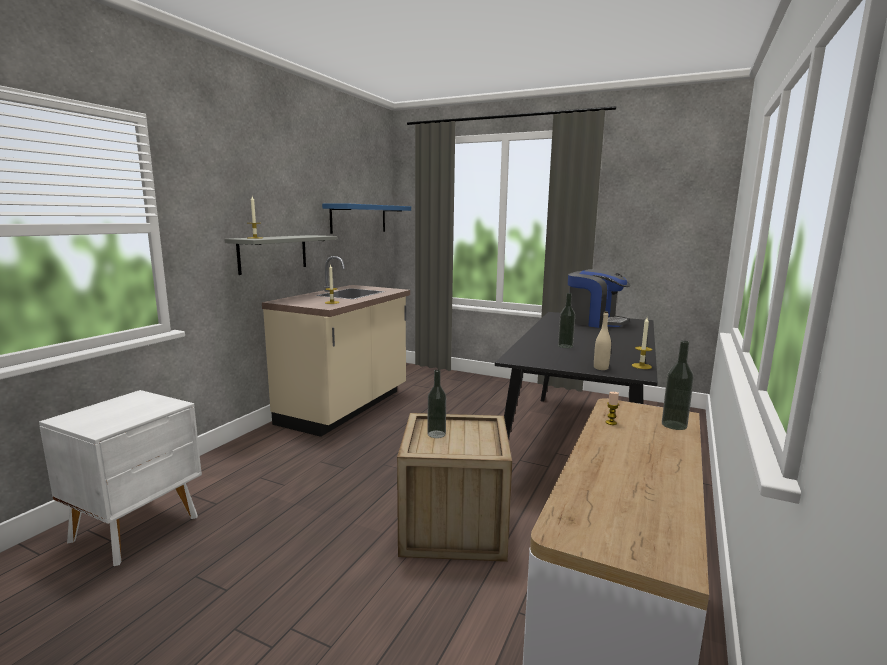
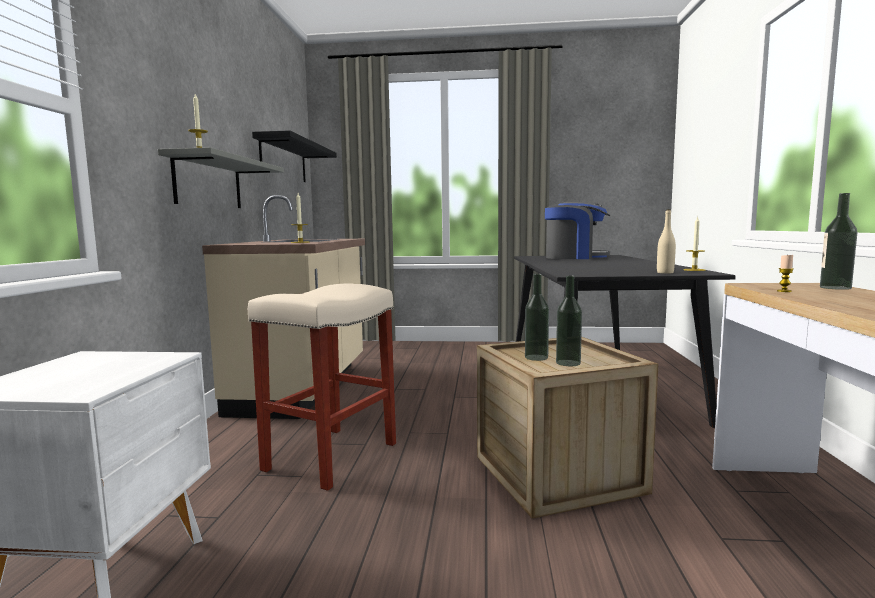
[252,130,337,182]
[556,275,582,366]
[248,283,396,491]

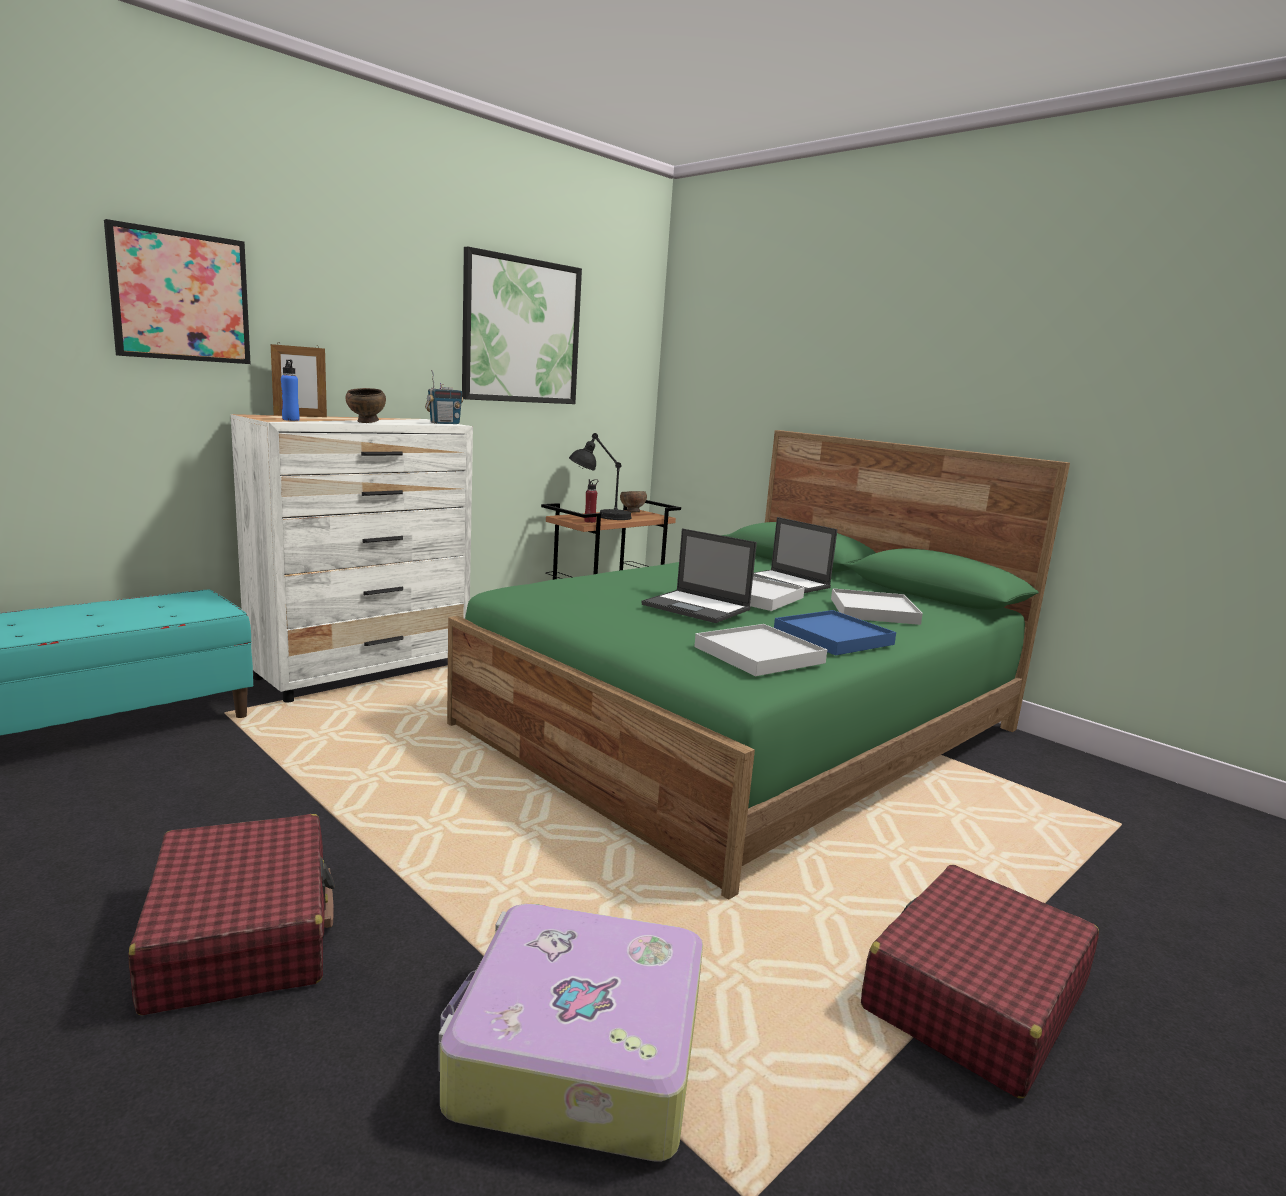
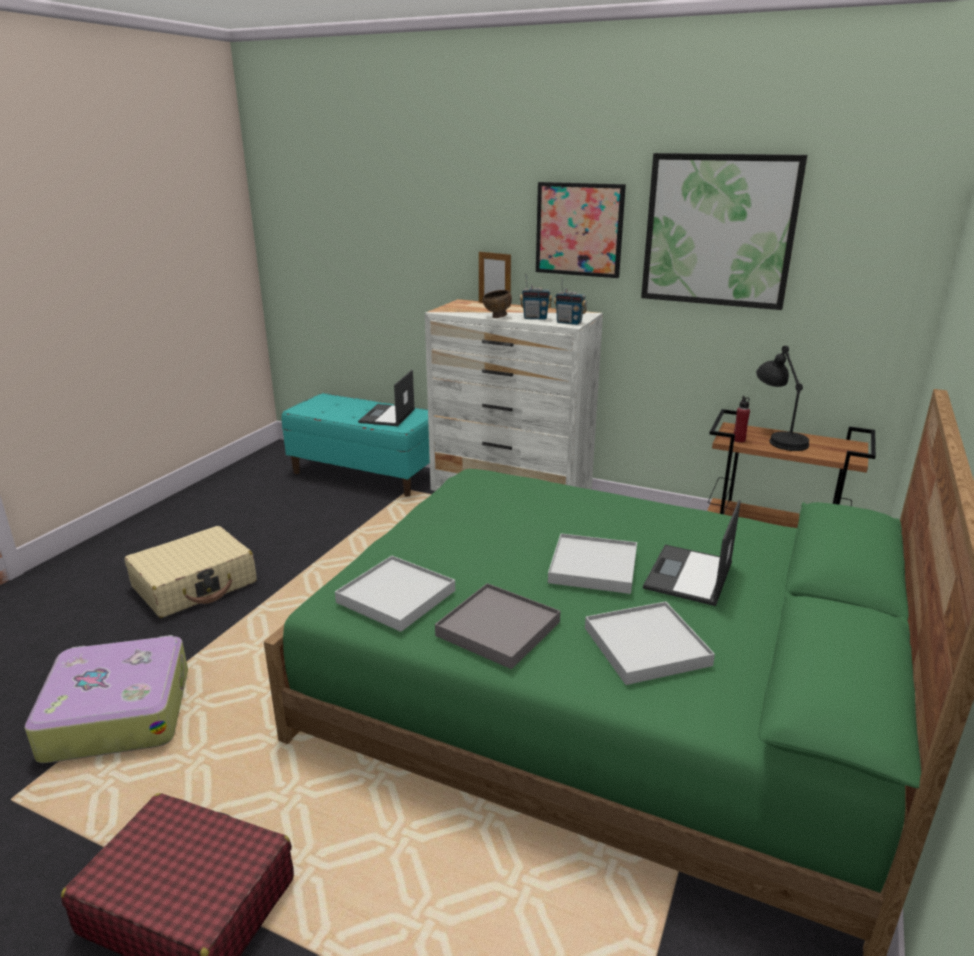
[536,182,626,278]
[281,360,299,421] (first image)
[620,491,647,512] (first image)
[358,370,415,426]
[435,583,560,669]
[124,526,257,618]
[520,273,552,319]

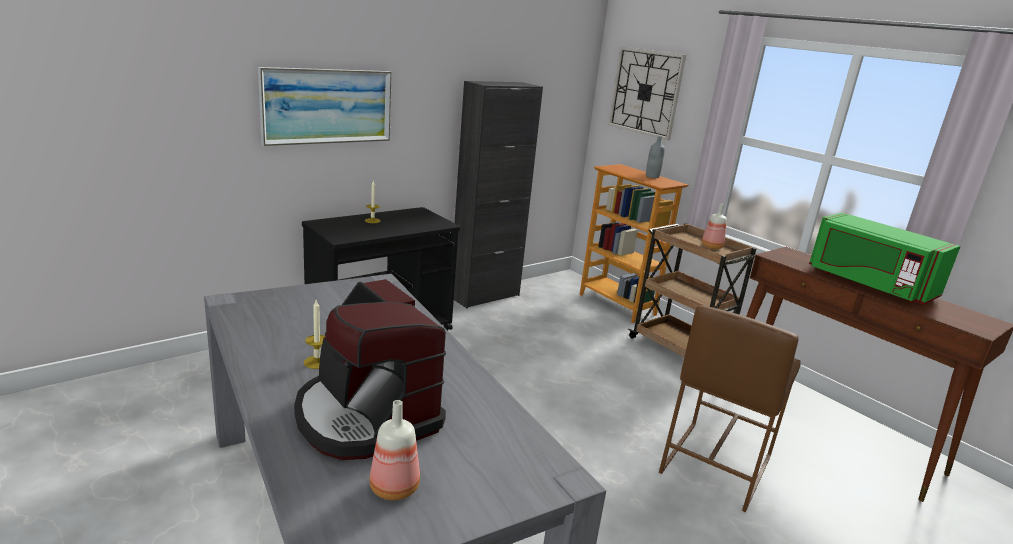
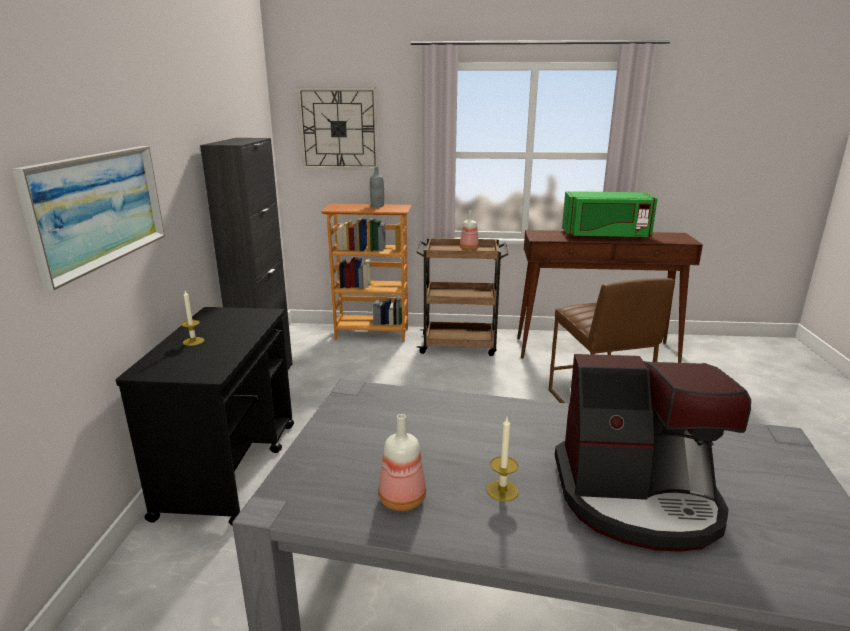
[378,414,426,511]

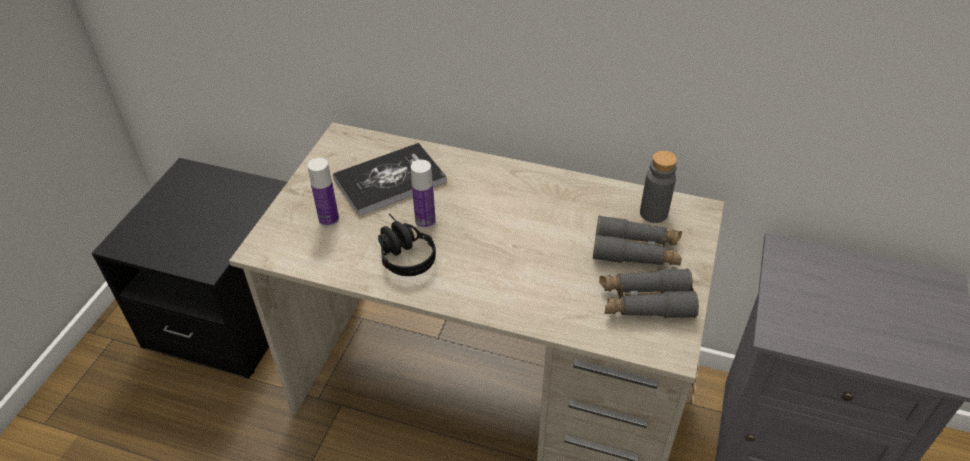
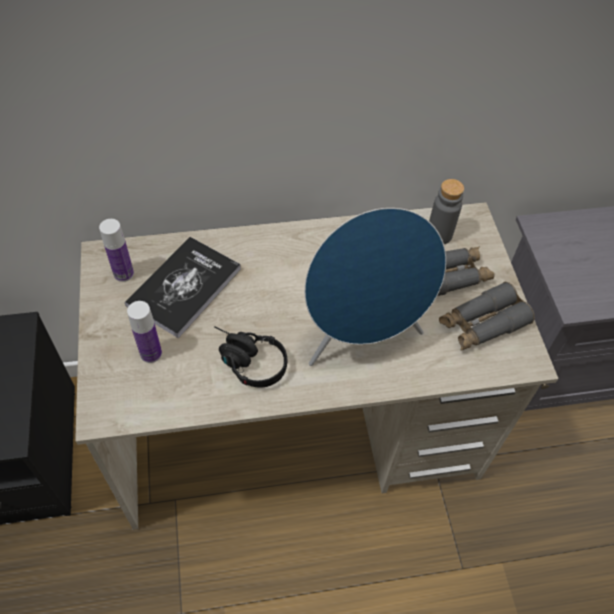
[99,219,134,282]
[304,208,446,366]

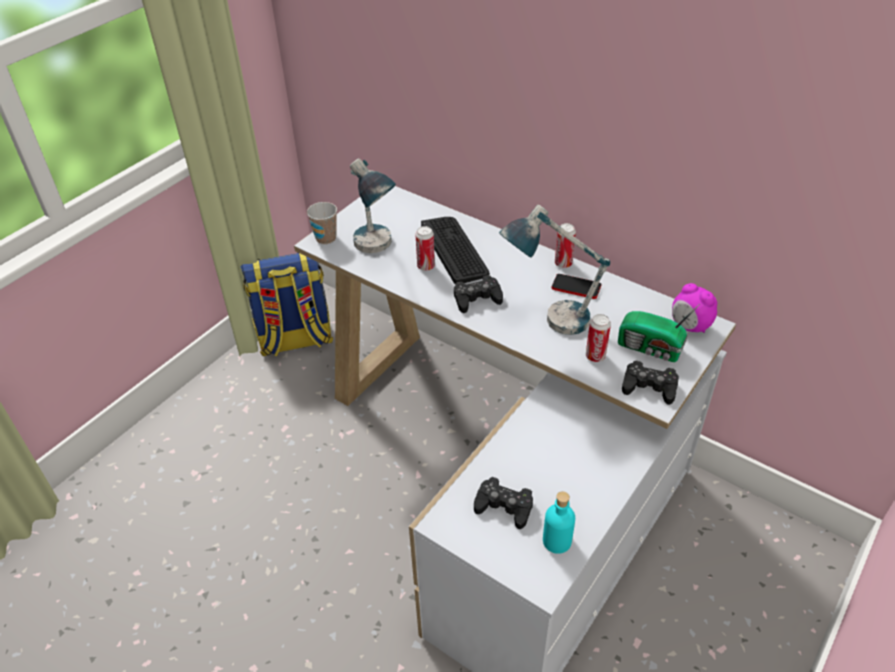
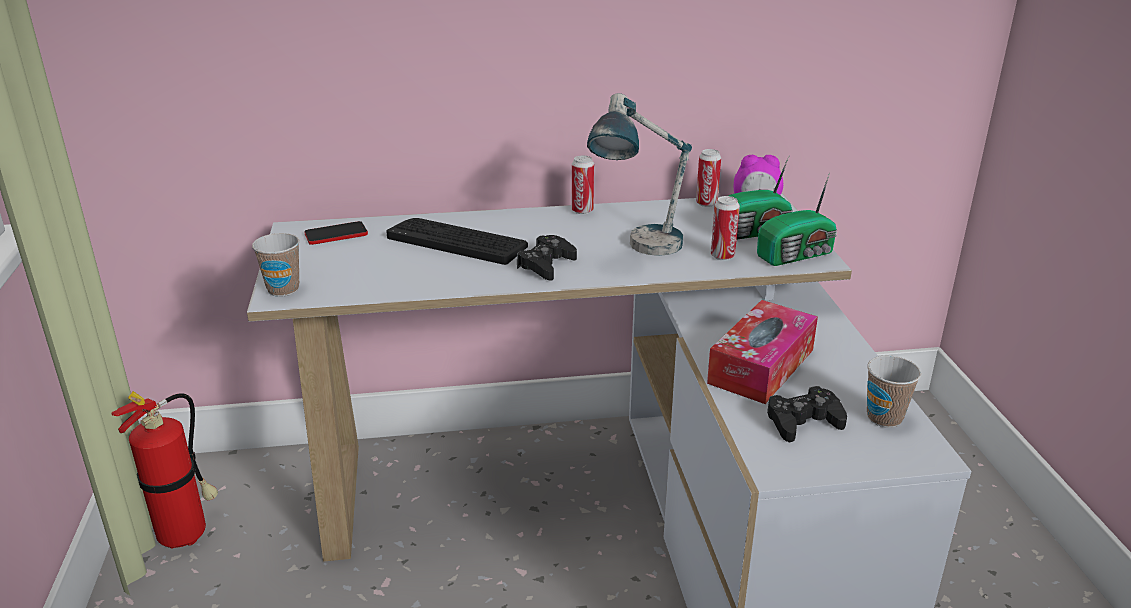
[350,159,396,253] (first image)
[696,149,721,207]
[111,391,218,549]
[304,221,368,245]
[757,173,837,266]
[867,356,921,428]
[707,300,818,404]

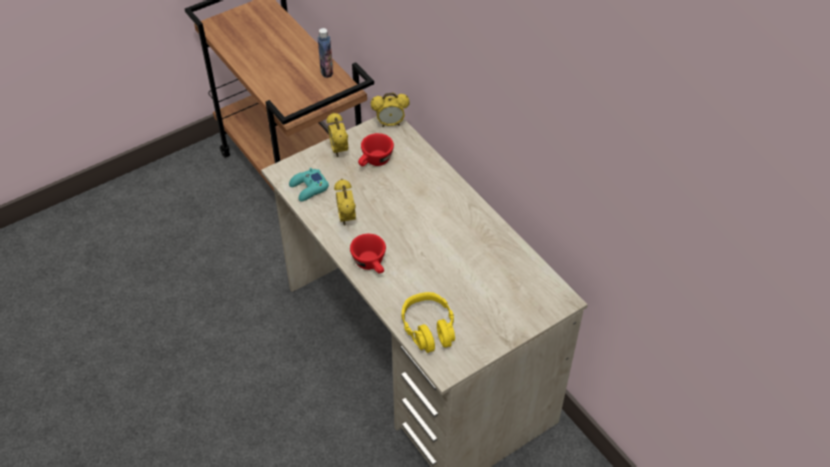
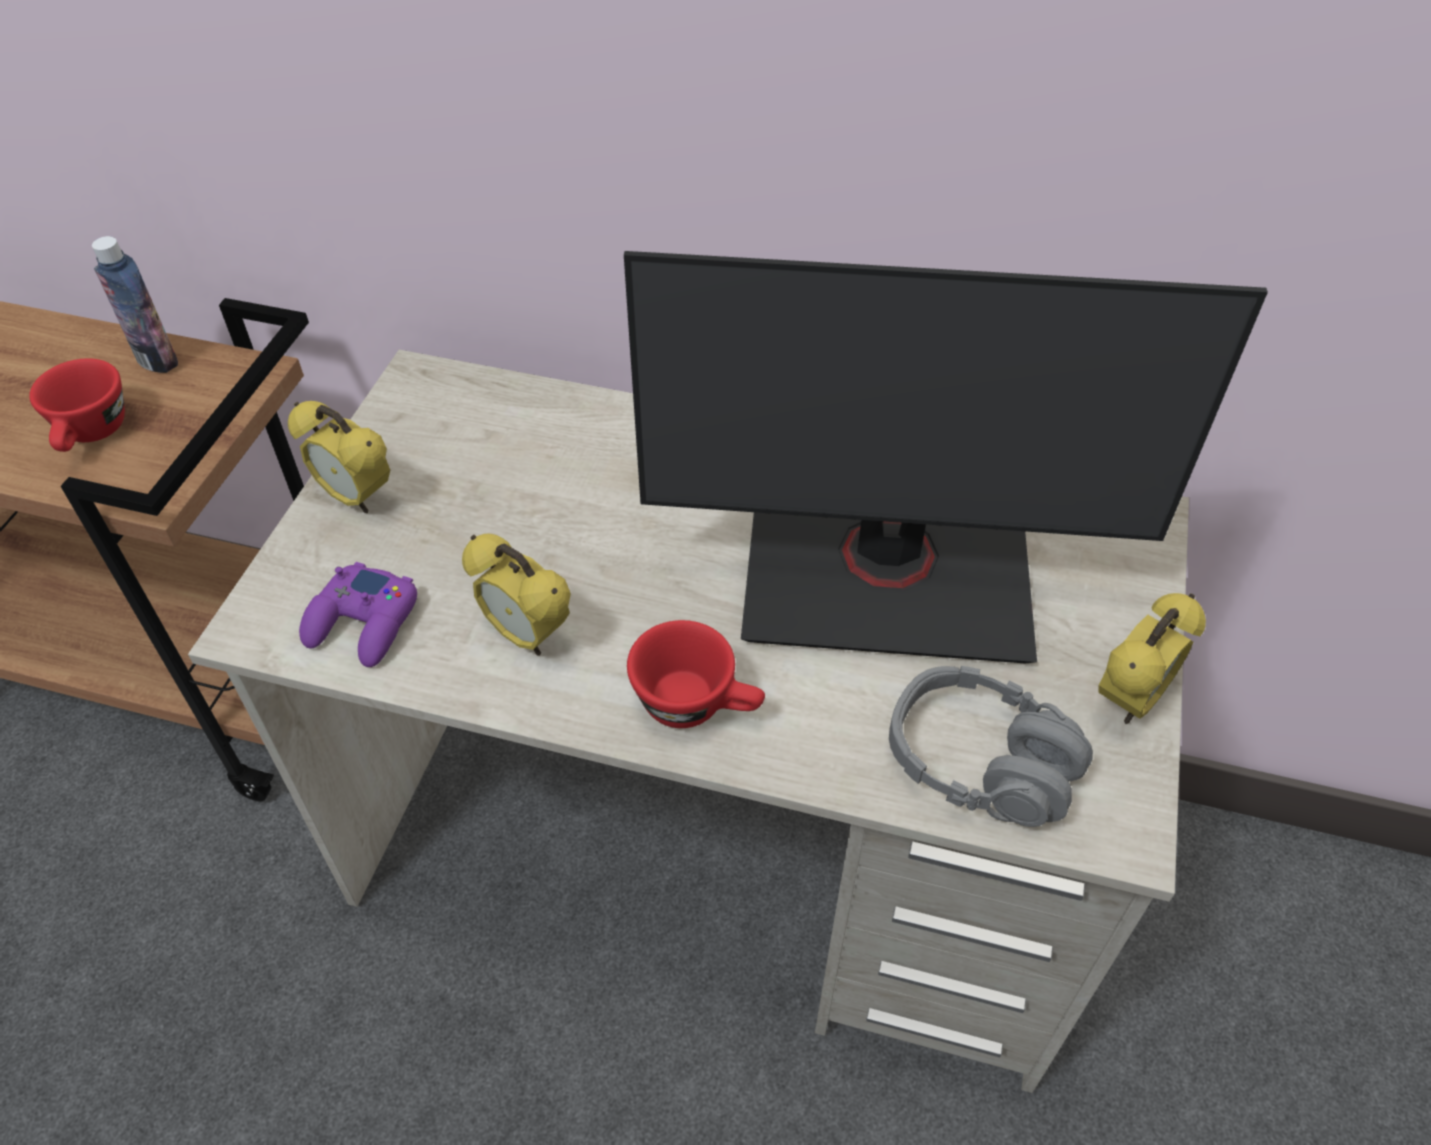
[1099,593,1206,724]
[29,358,125,452]
[299,562,417,667]
[889,666,1093,827]
[624,251,1268,663]

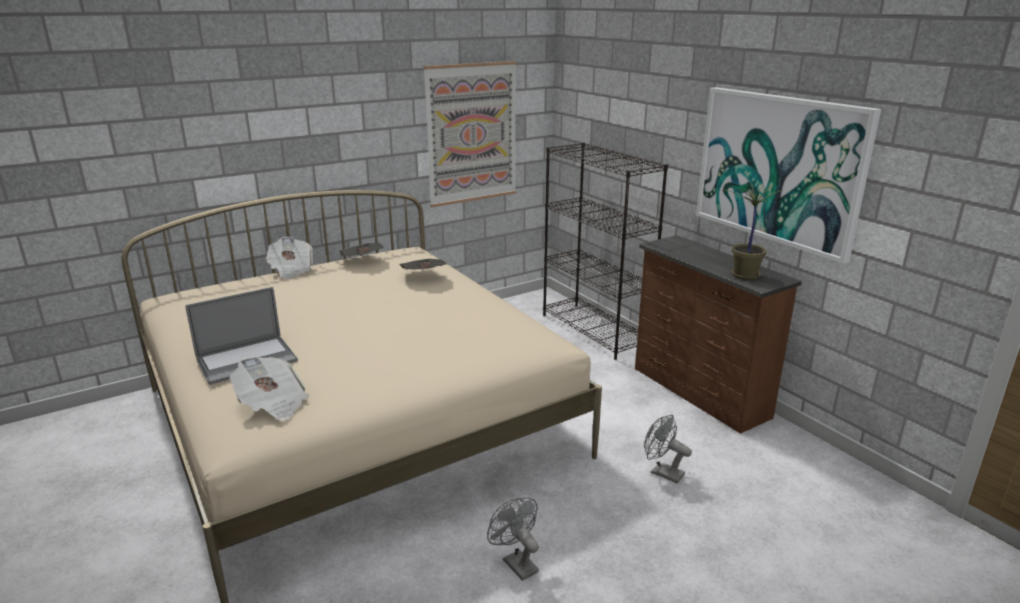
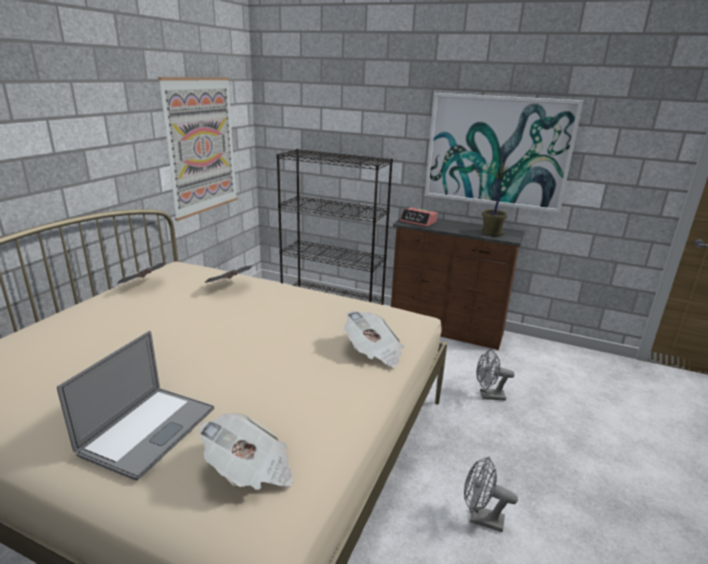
[344,311,404,368]
[400,207,437,227]

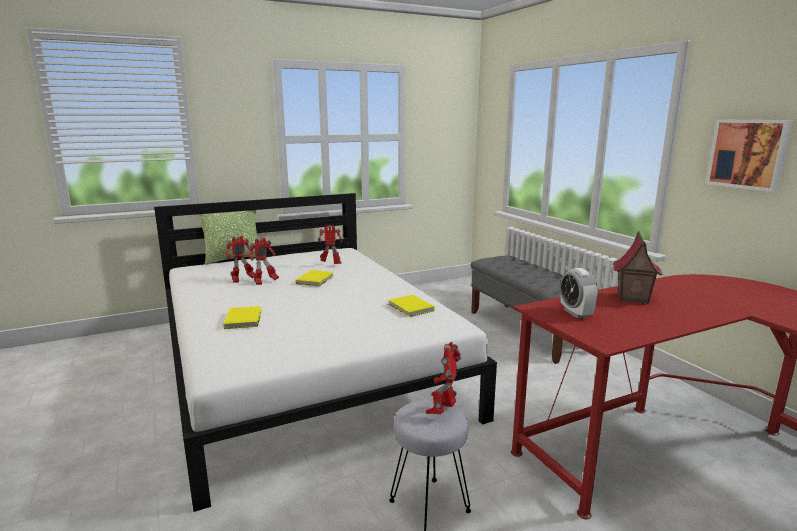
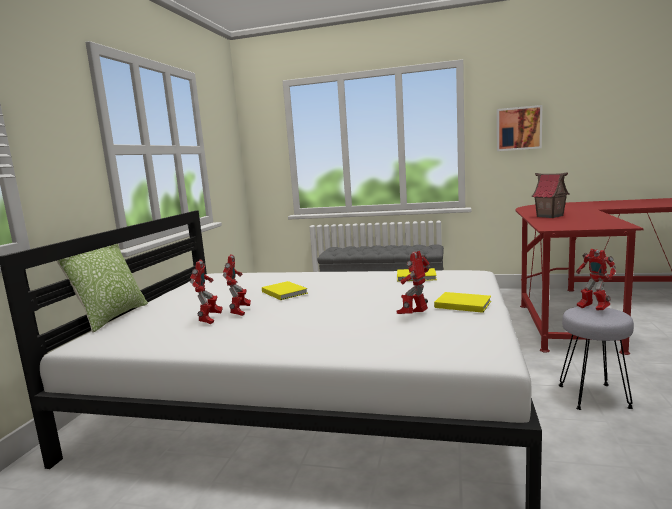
[397,251,430,314]
[560,268,598,318] (first image)
[434,292,491,313]

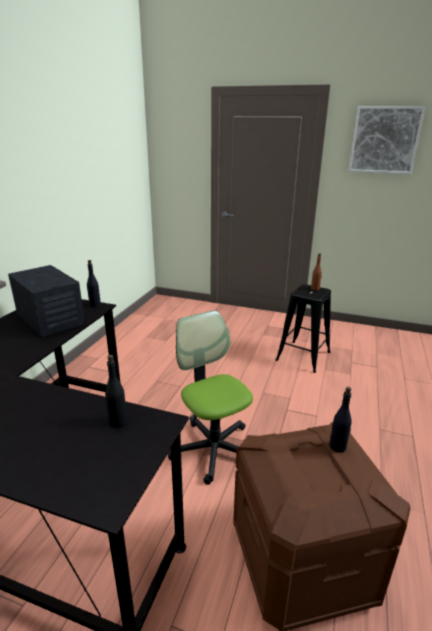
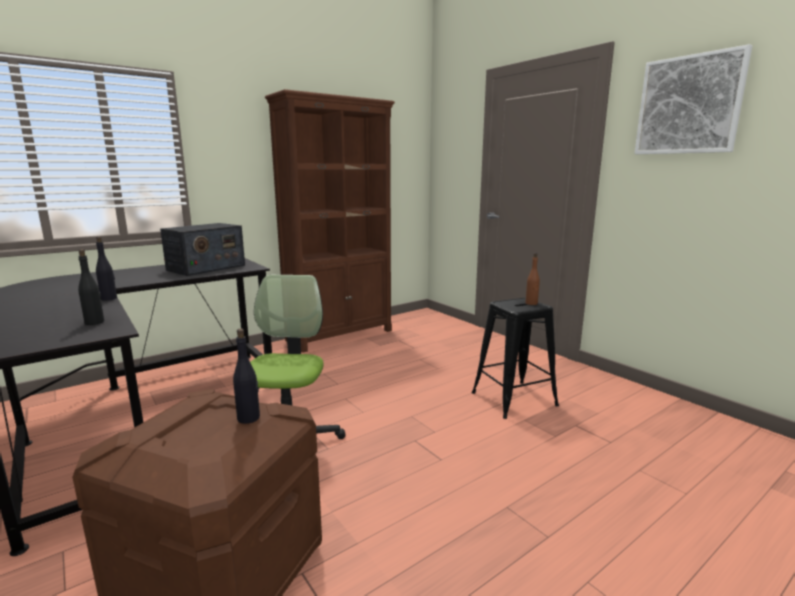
[96,237,117,301]
[160,223,245,276]
[265,89,395,353]

